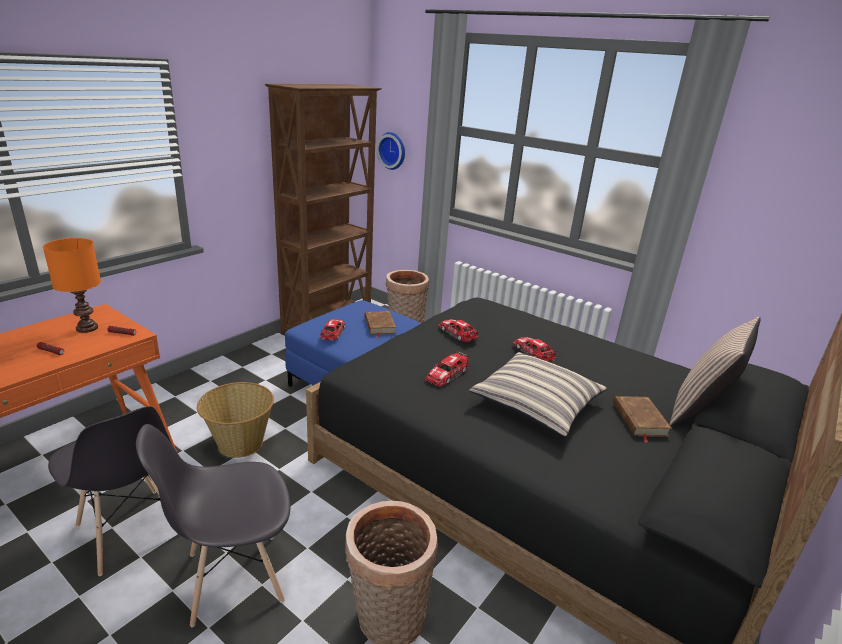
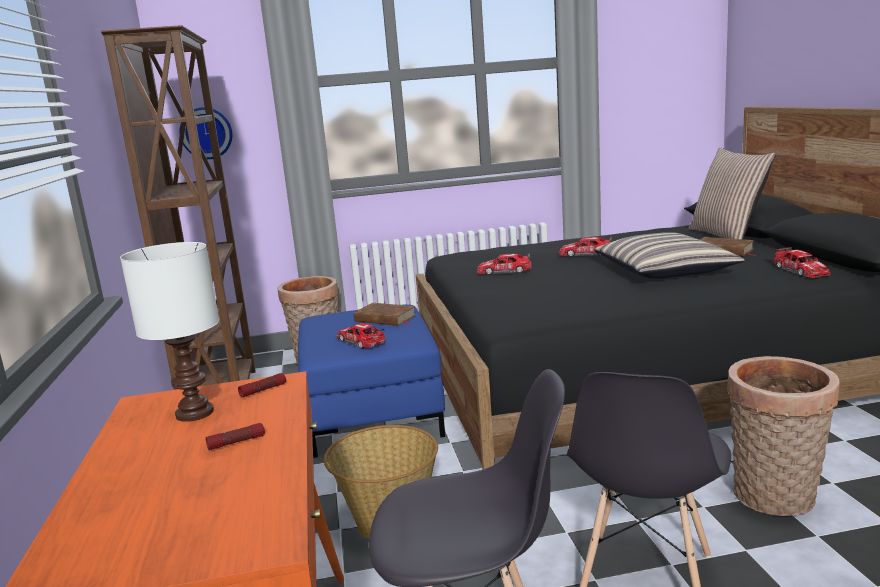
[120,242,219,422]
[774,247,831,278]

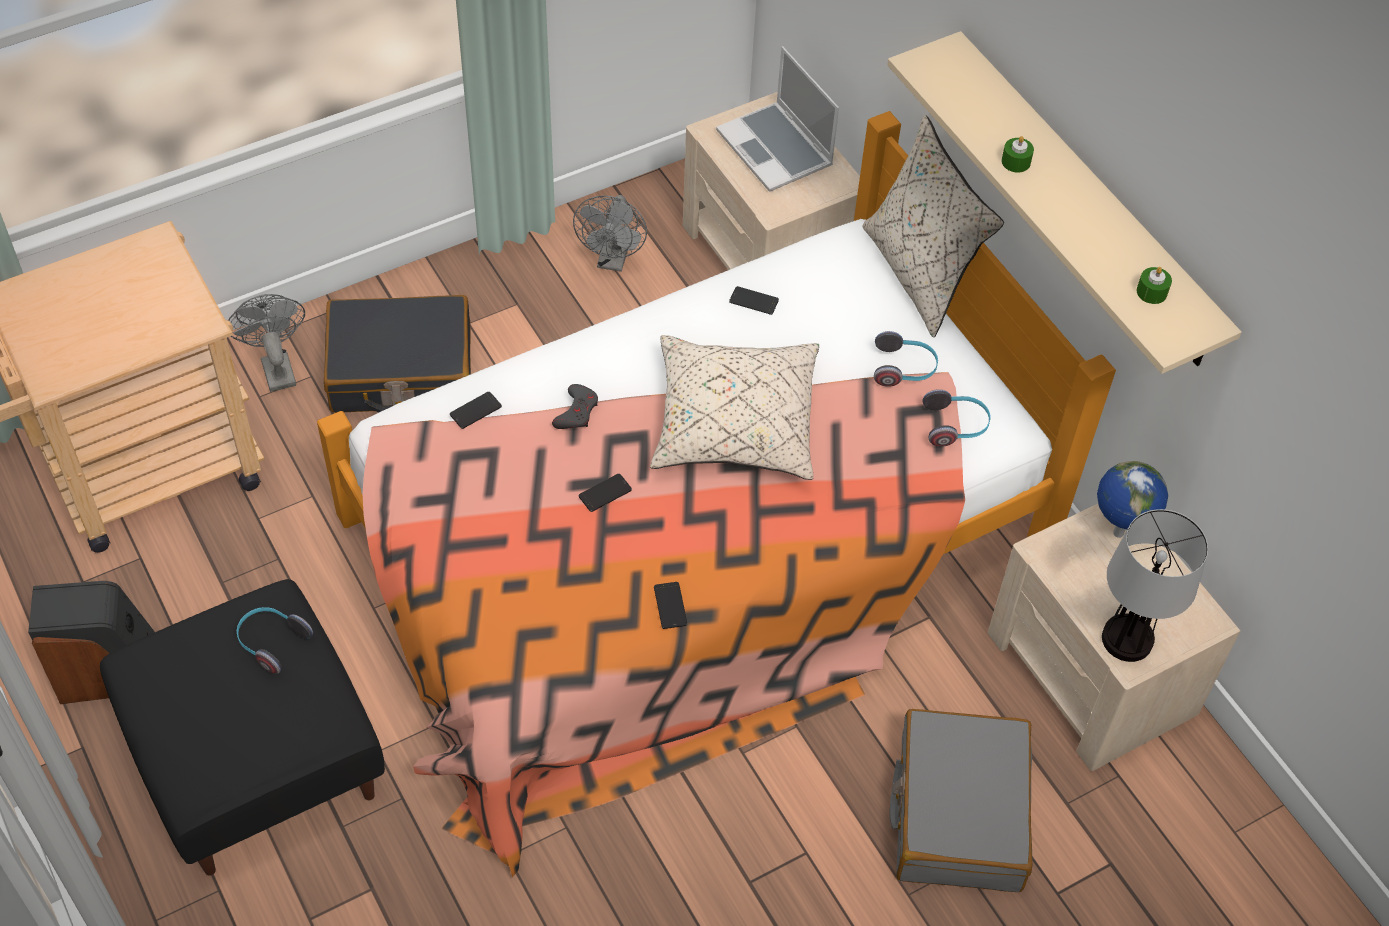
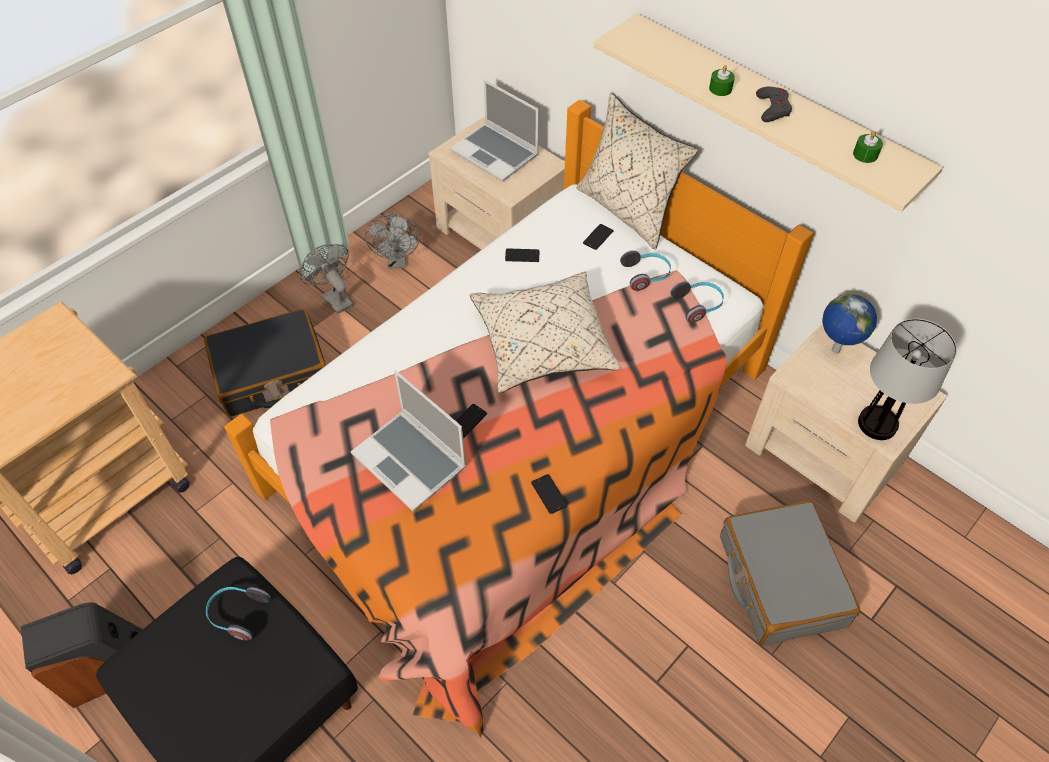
[299,244,353,314]
[756,87,792,122]
[583,224,614,250]
[351,370,467,512]

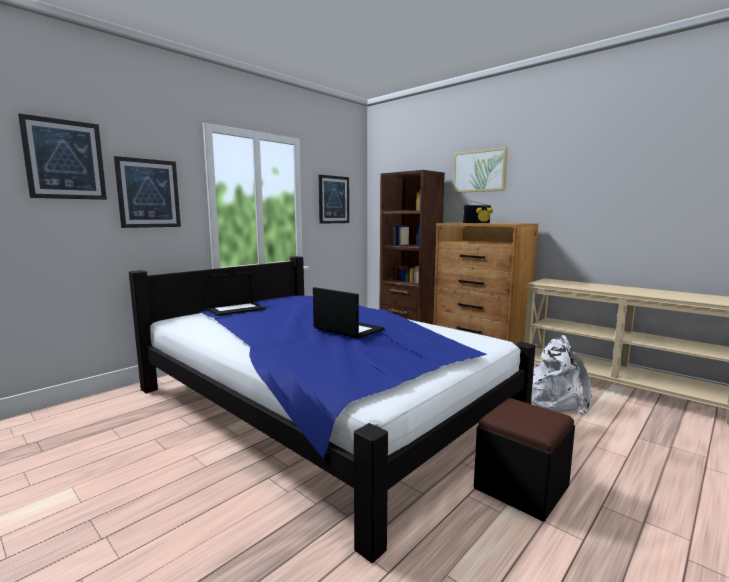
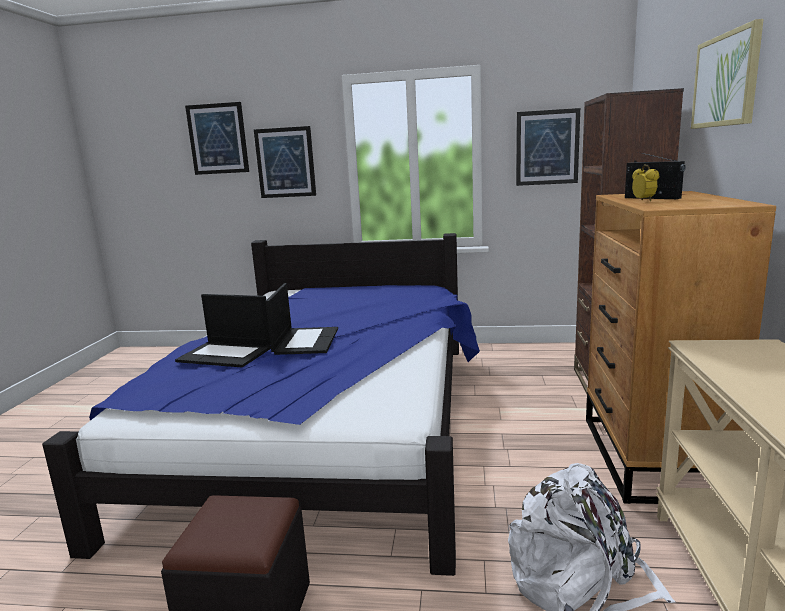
[175,294,271,367]

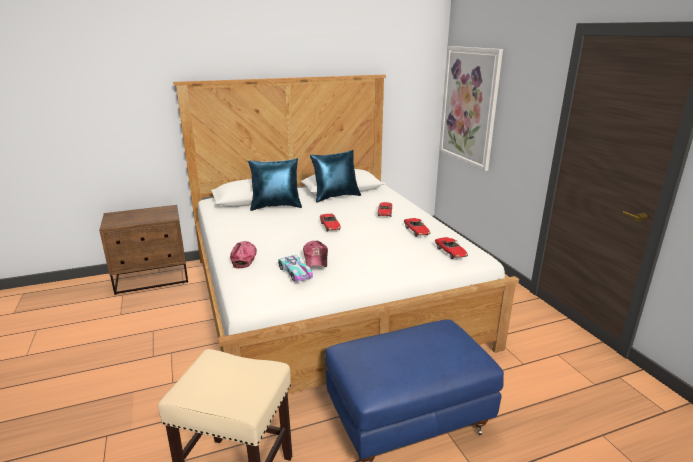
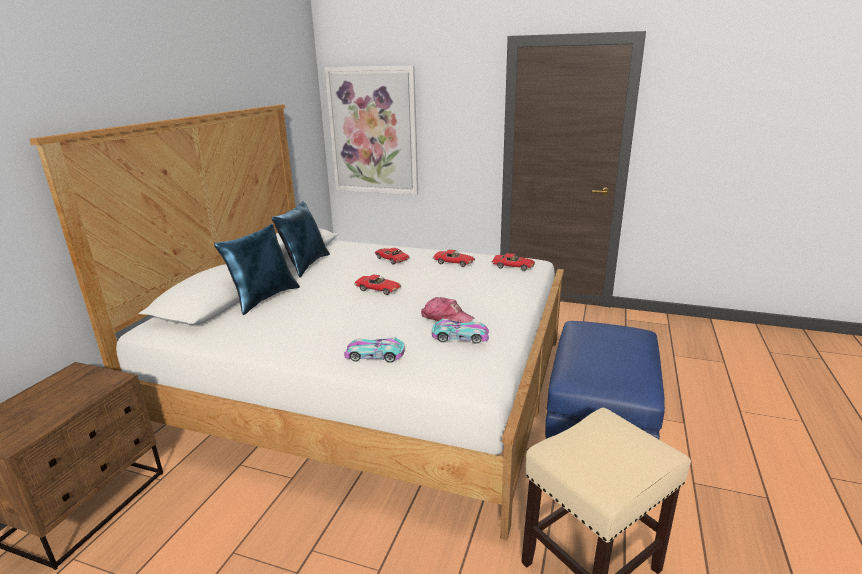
[344,337,405,363]

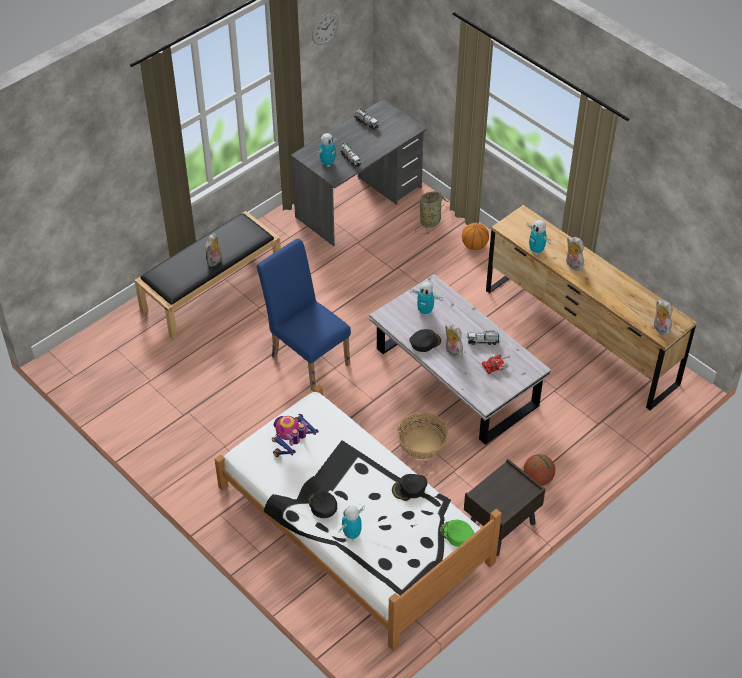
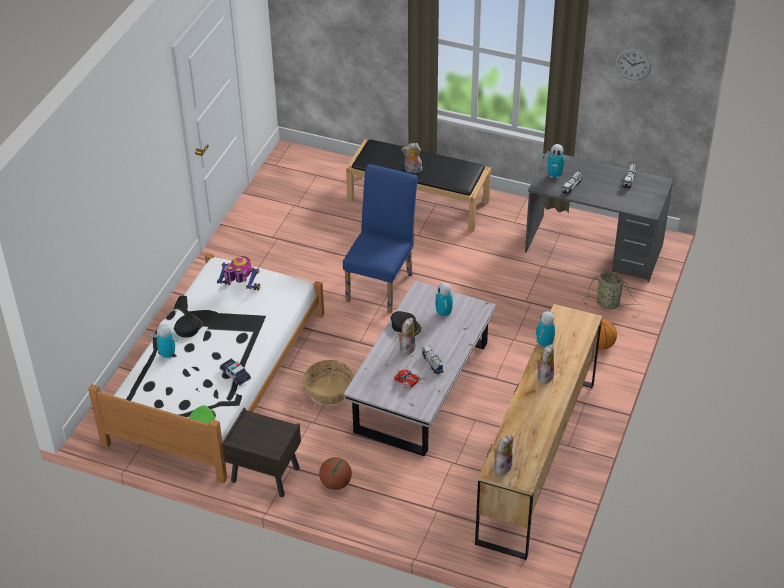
[220,359,251,386]

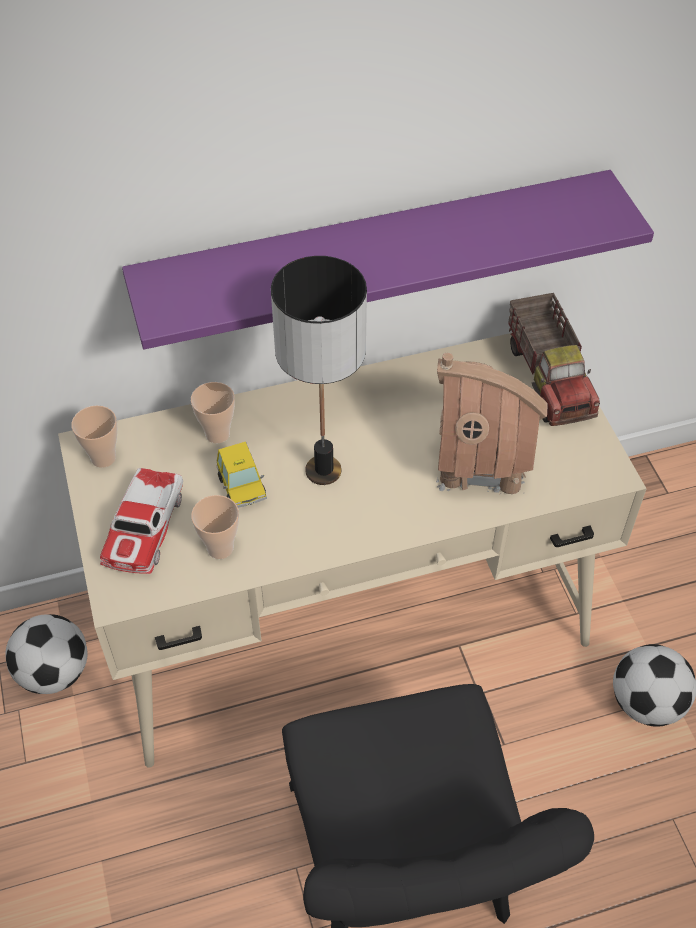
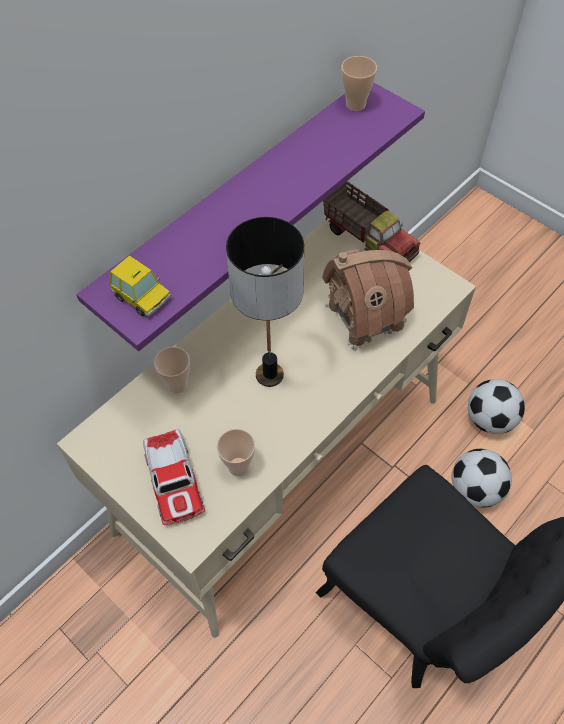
[341,56,377,111]
[110,255,171,317]
[451,449,512,508]

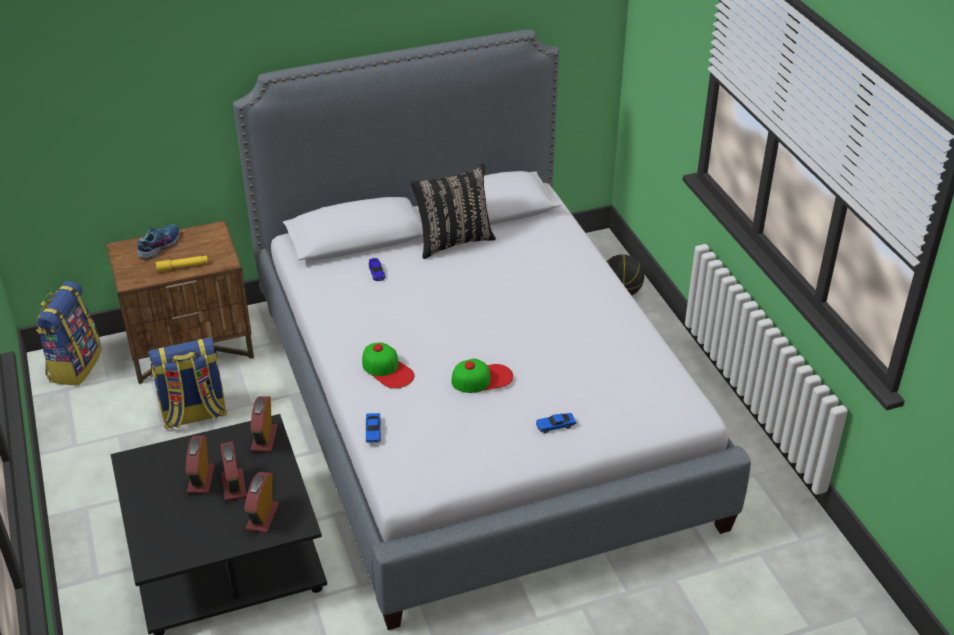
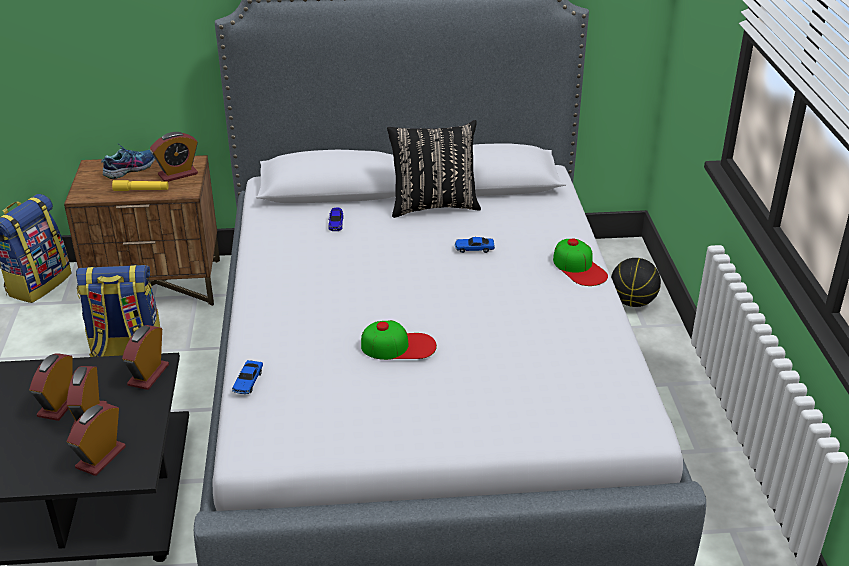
[553,238,608,286]
[455,237,495,253]
[150,132,198,182]

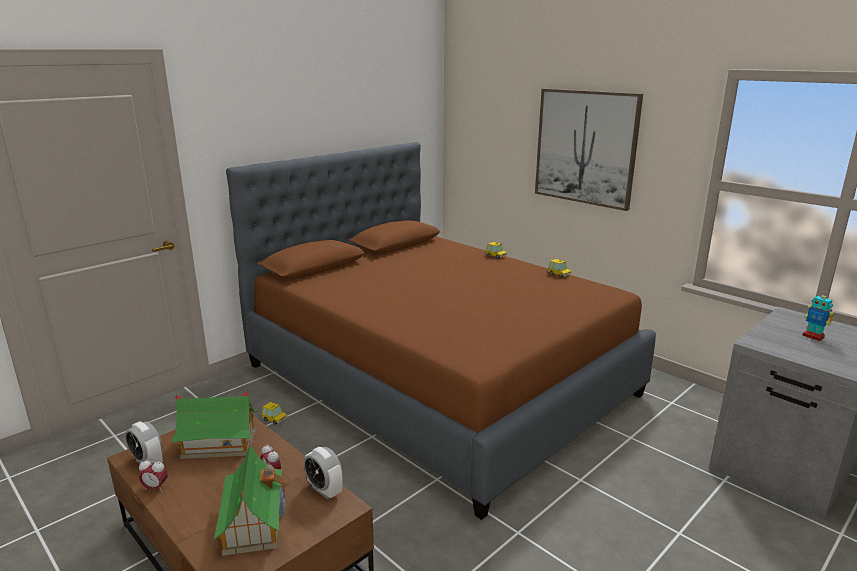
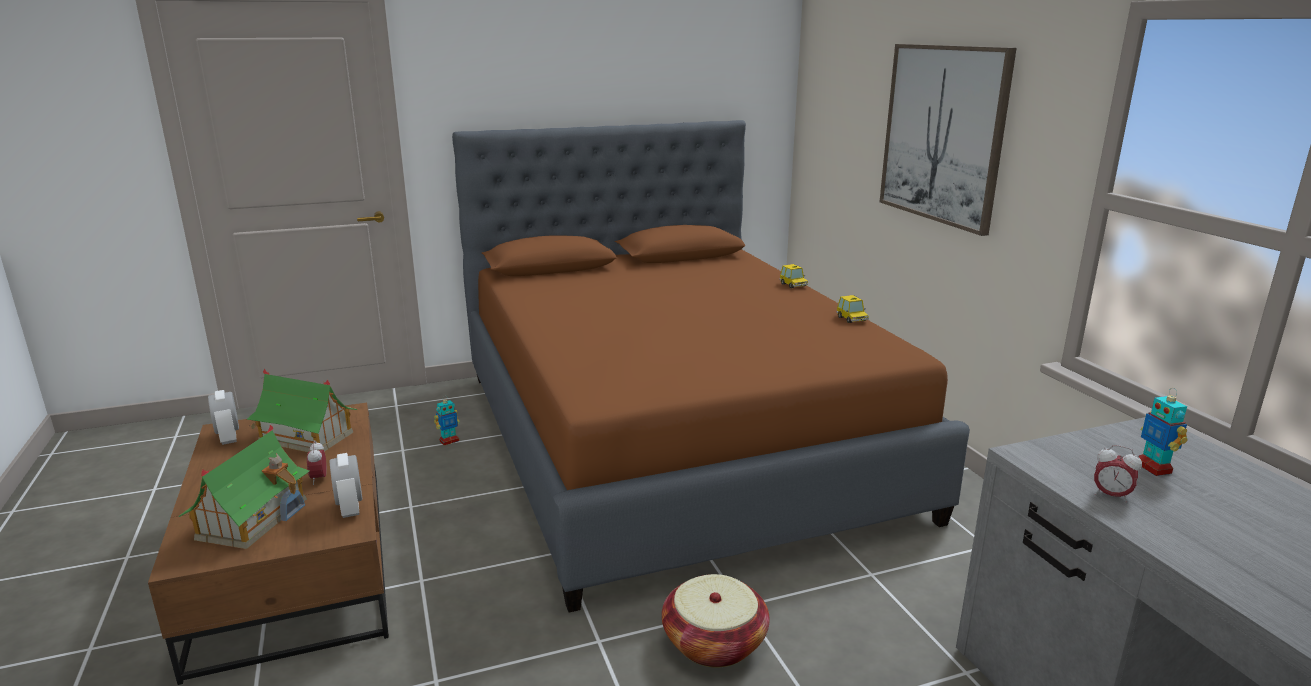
[434,397,460,445]
[1094,445,1142,503]
[662,574,770,668]

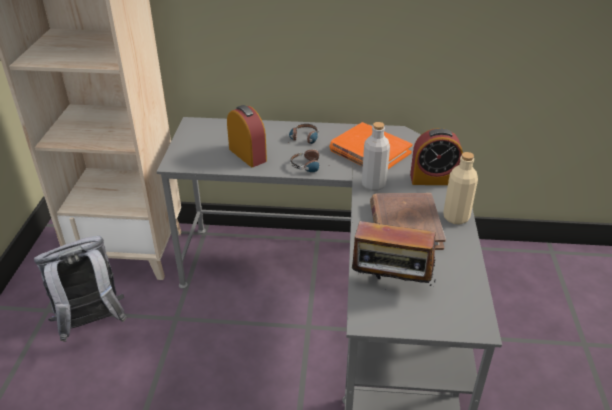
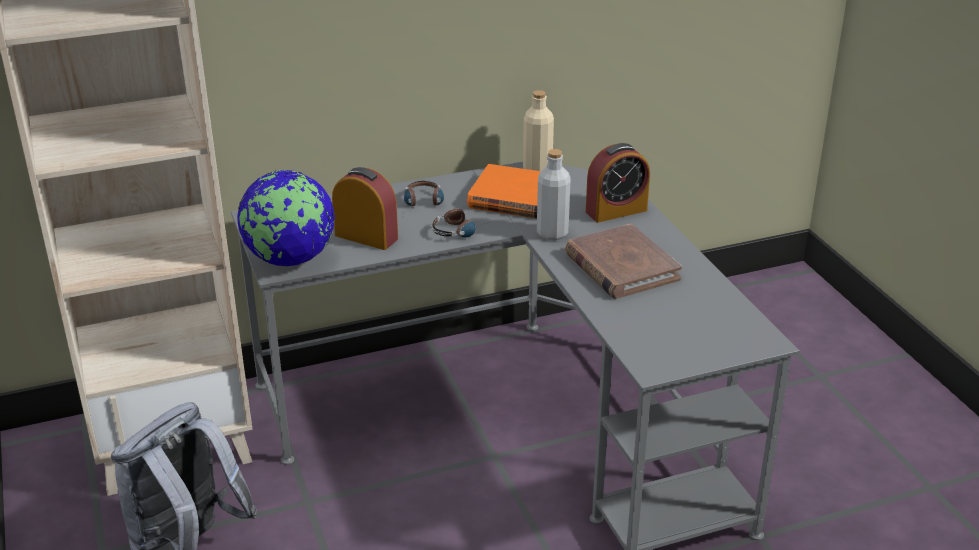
[523,90,554,171]
[352,221,436,286] (first image)
[237,170,335,266]

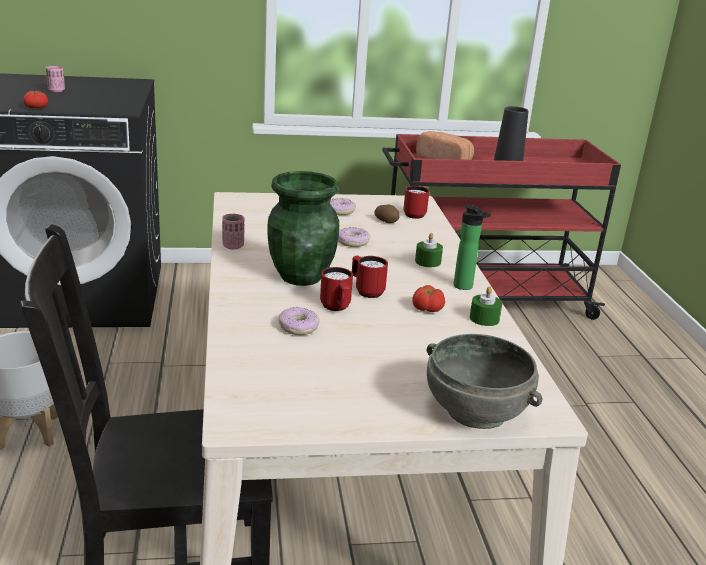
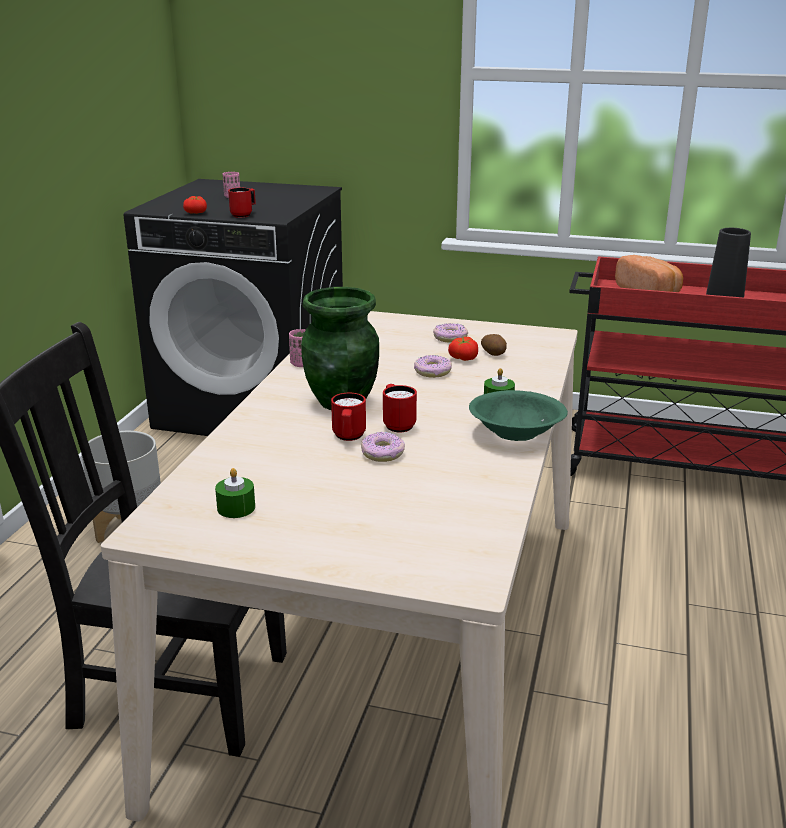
[228,188,256,218]
[469,390,568,441]
[448,337,478,361]
[215,468,255,518]
[361,432,405,462]
[426,334,542,429] (first image)

